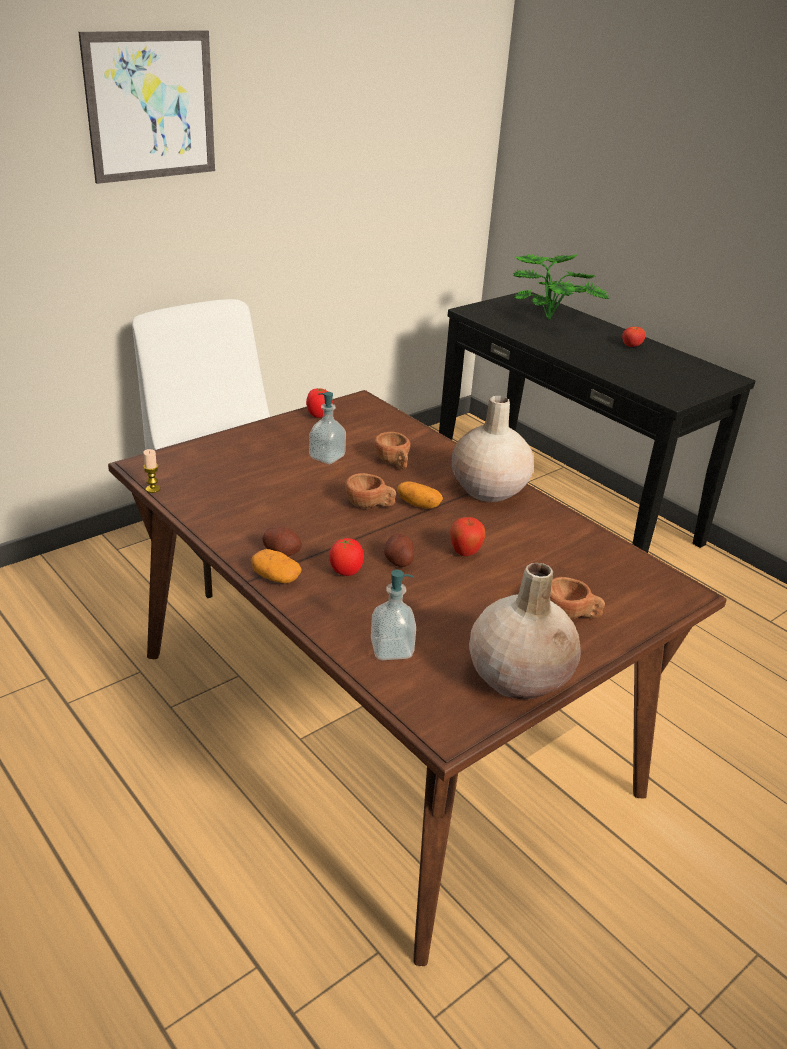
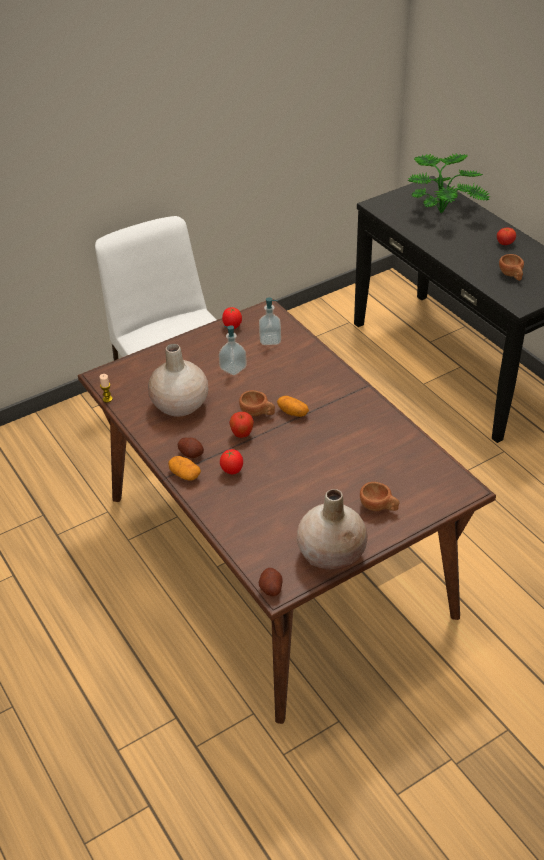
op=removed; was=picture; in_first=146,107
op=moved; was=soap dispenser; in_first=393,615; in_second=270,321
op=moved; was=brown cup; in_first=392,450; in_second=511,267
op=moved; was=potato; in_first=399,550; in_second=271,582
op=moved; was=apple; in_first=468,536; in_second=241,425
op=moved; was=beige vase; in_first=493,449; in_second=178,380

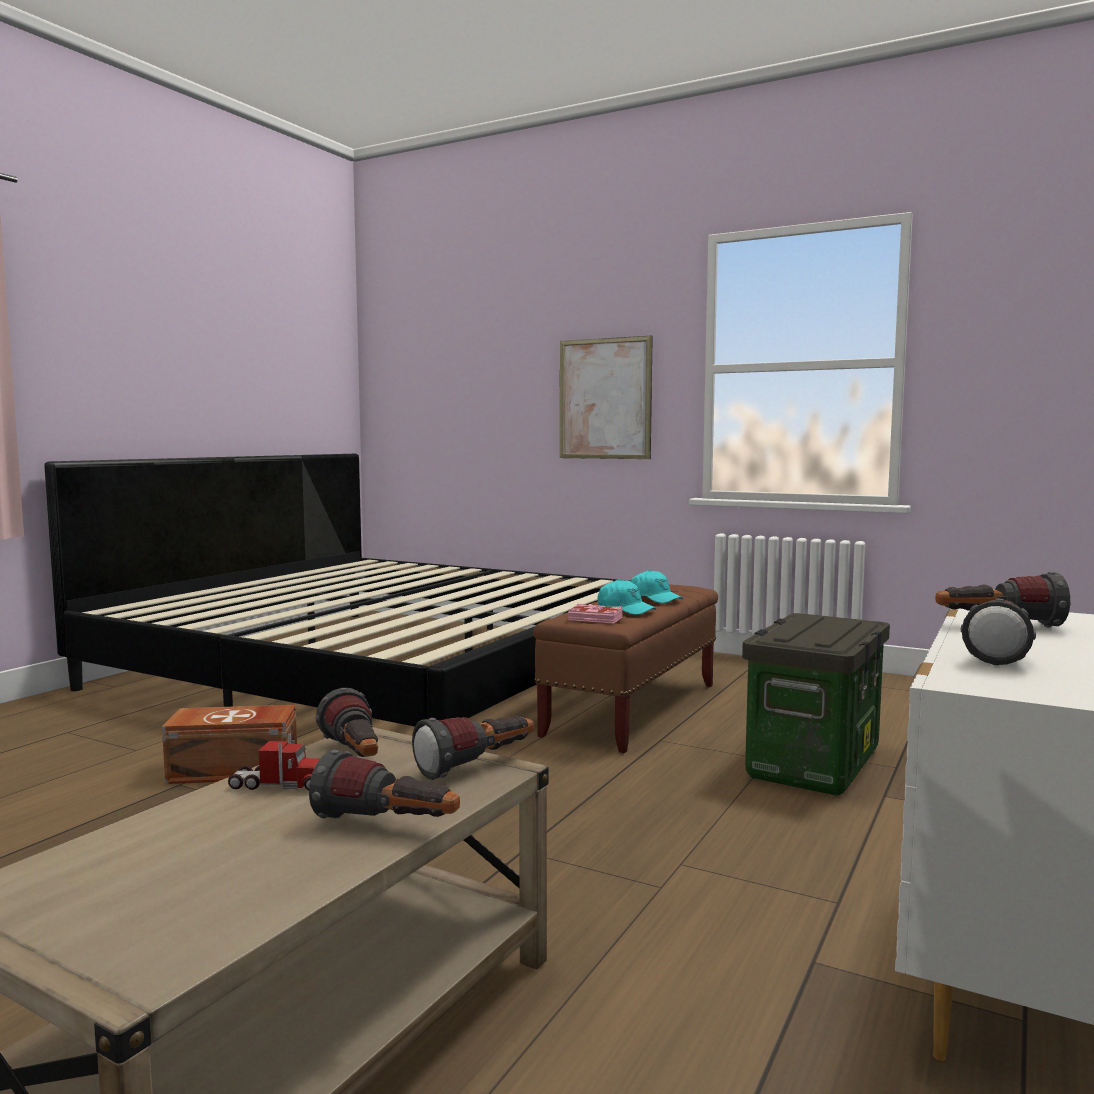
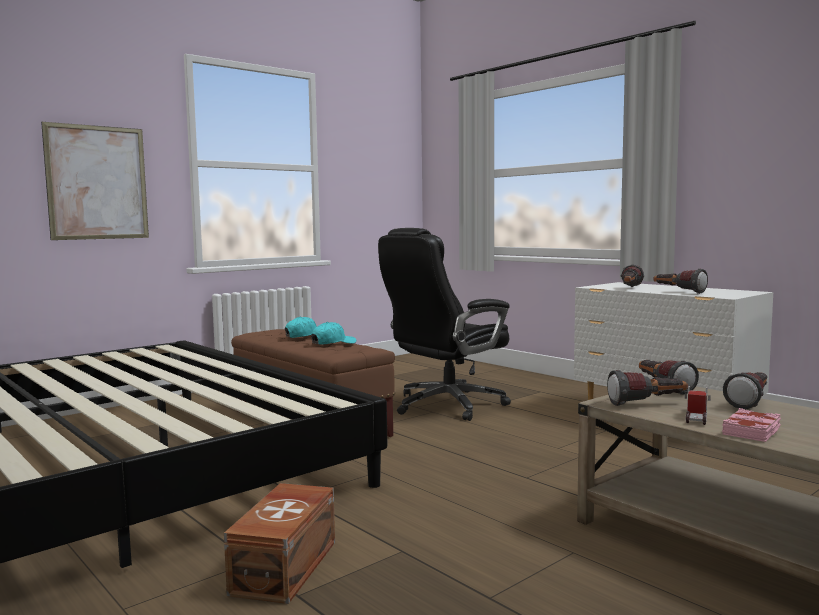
op=moved; was=pink book; in_first=595,614; in_second=751,425
op=replaced; was=storage box; now=black office chair; in_first=816,704; in_second=444,324

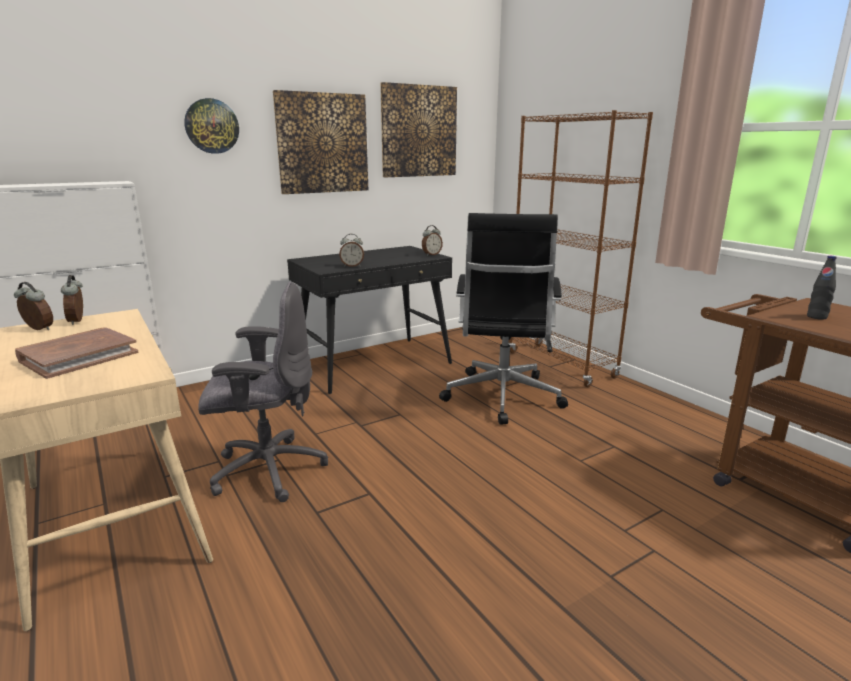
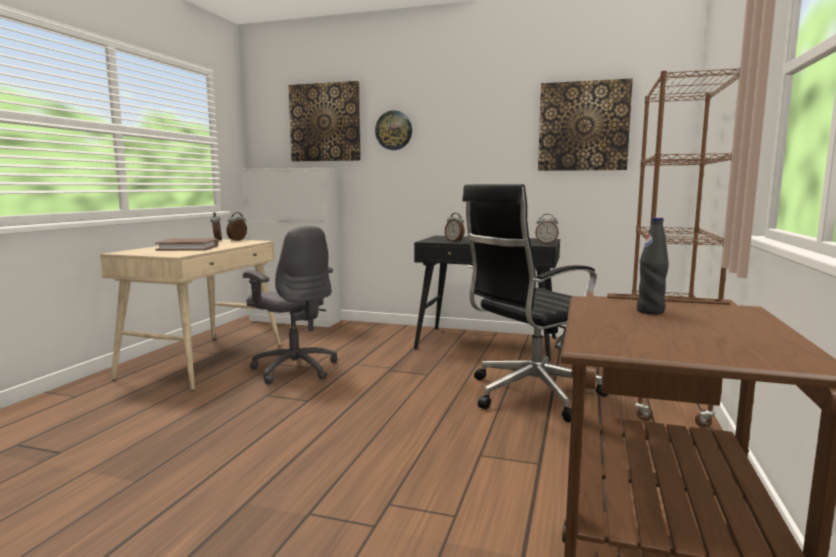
op=moved; was=picture; in_first=320,142; in_second=325,121

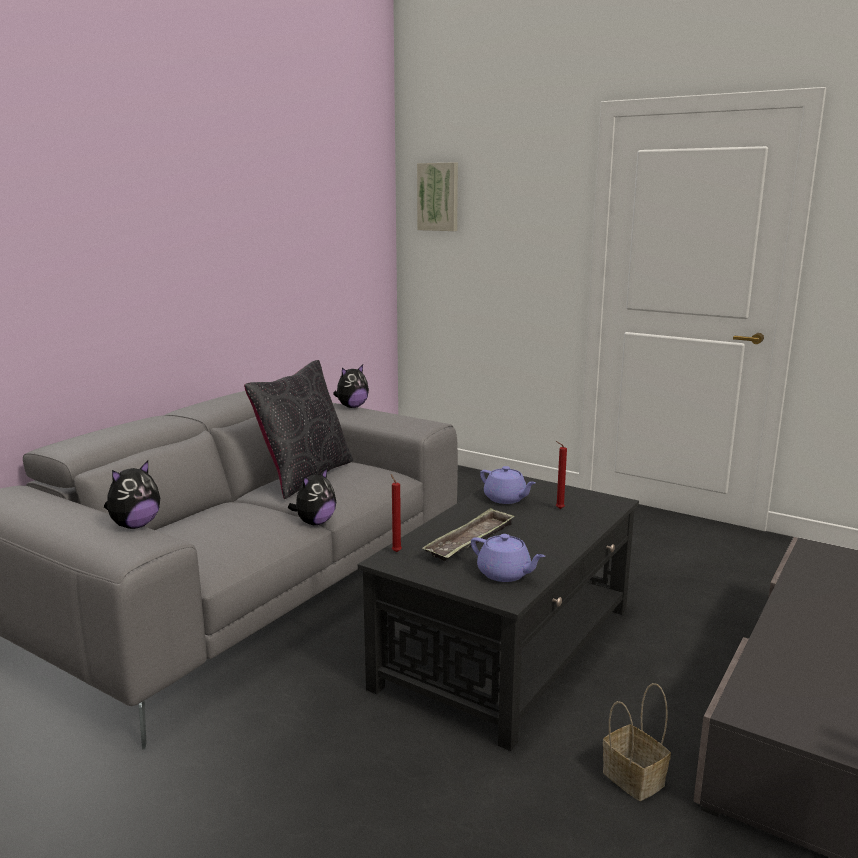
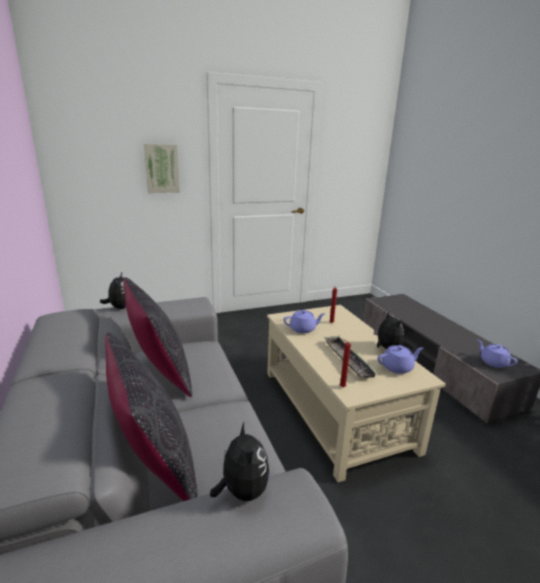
op=removed; was=basket; in_first=637,742
op=added; now=black pillow; in_second=151,417
op=added; now=purple teapot; in_second=497,353
op=moved; was=plush toy; in_first=312,496; in_second=389,330
op=moved; was=picture; in_first=437,196; in_second=162,168
op=recoloured; was=black coffee table; now=beige coffee table; in_first=498,613; in_second=356,393

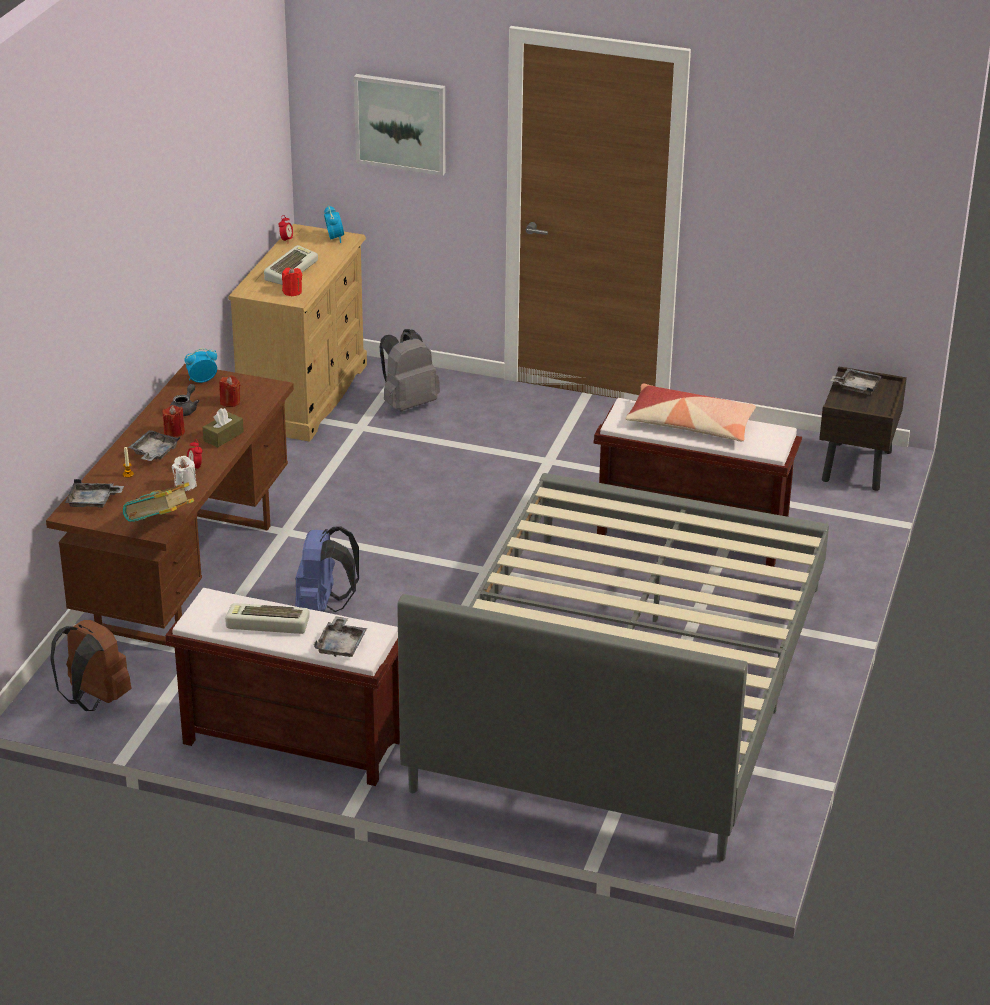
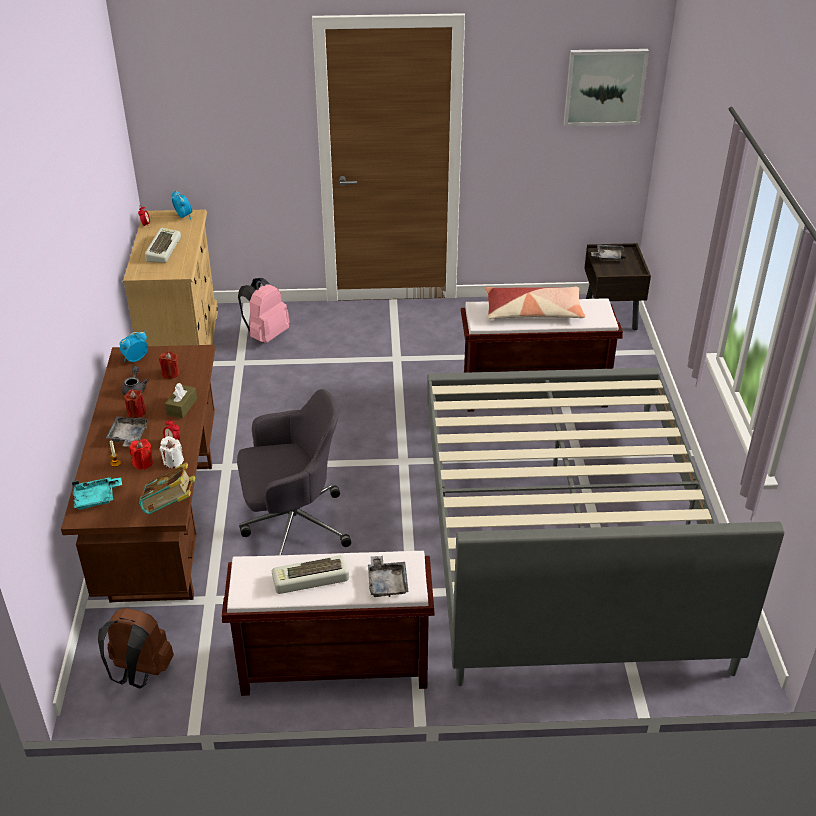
op=moved; was=red candle; in_first=292,282; in_second=141,454
op=moved; was=picture; in_first=399,125; in_second=606,87
op=replaced; was=blue backpack; now=grey office chair; in_first=327,569; in_second=294,472
op=recoloured; was=grey tray; now=turquoise tray; in_first=94,493; in_second=97,493
op=recoloured; was=grey backpack; now=pink backpack; in_first=410,370; in_second=263,310

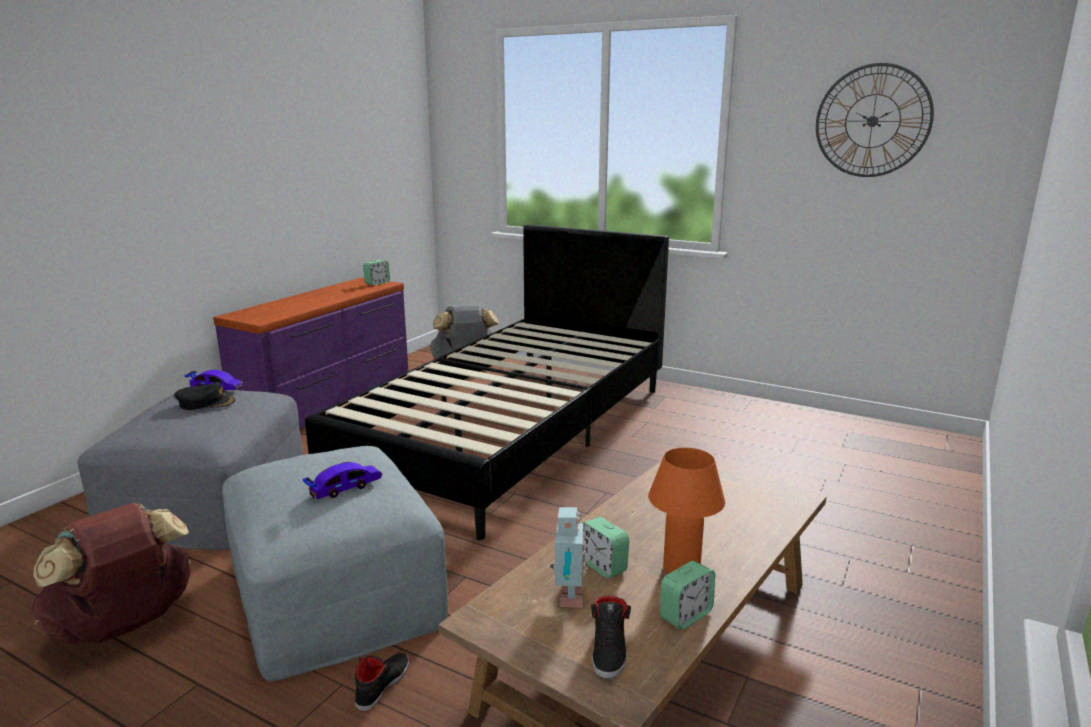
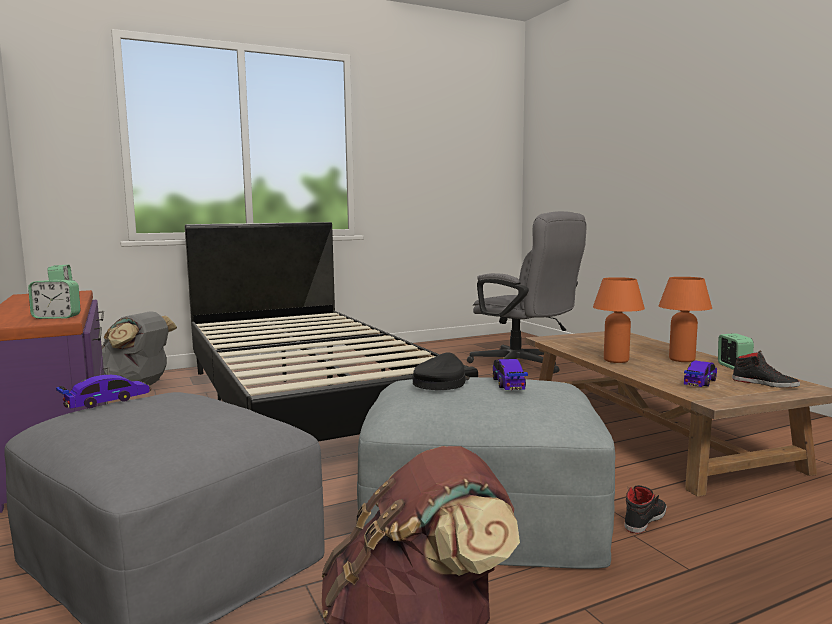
op=removed; was=wall clock; in_first=875,120
op=added; now=grey office chair; in_second=527,292
op=added; now=orange table lamp; in_second=619,320
op=moved; was=black cap; in_first=204,396; in_second=441,371
op=moved; was=alarm clock; in_first=606,547; in_second=54,299
op=replaced; was=toy robot; now=toy car; in_first=569,557; in_second=700,374
op=turned; was=black shoe; in_first=382,682; in_second=645,509; clockwise=75

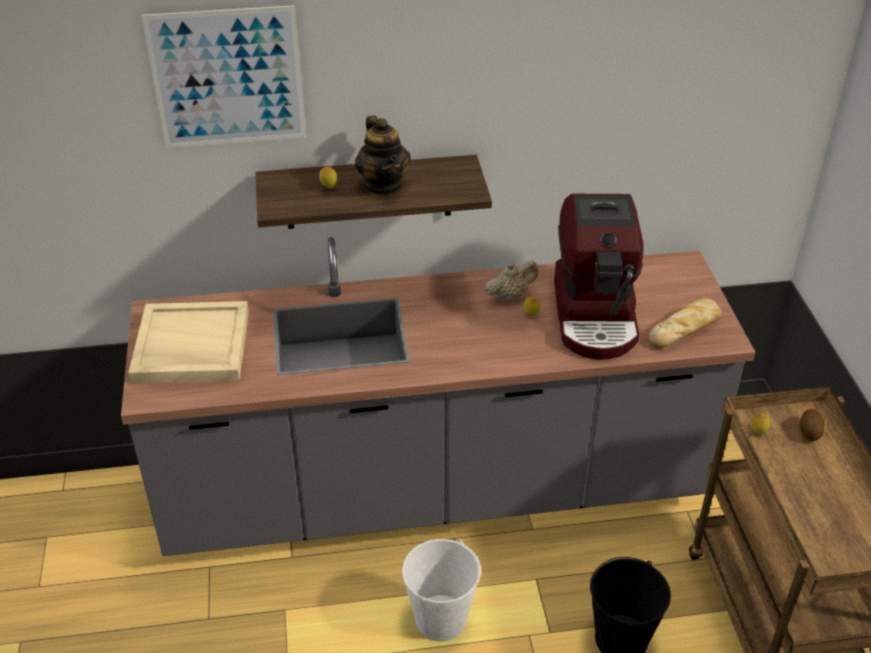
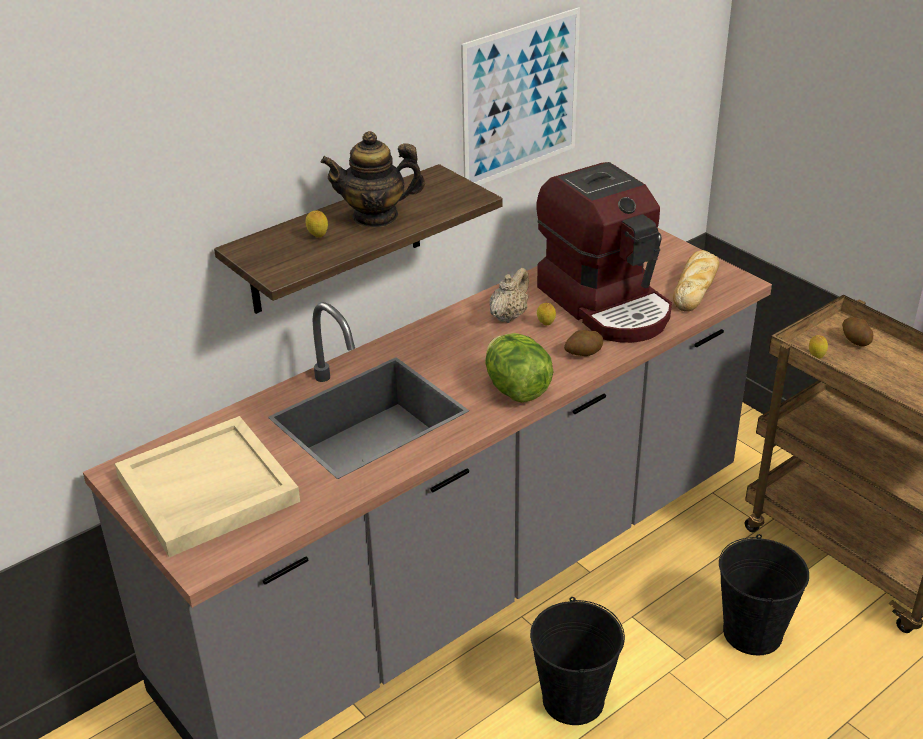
op=added; now=lettuce; in_second=519,367
op=added; now=potato; in_second=583,343
op=moved; was=picture; in_first=223,76; in_second=520,96
op=recoloured; was=white bucket; now=black bucket; in_first=441,590; in_second=577,661
op=turned; was=teapot; in_first=383,155; in_second=373,179; clockwise=135

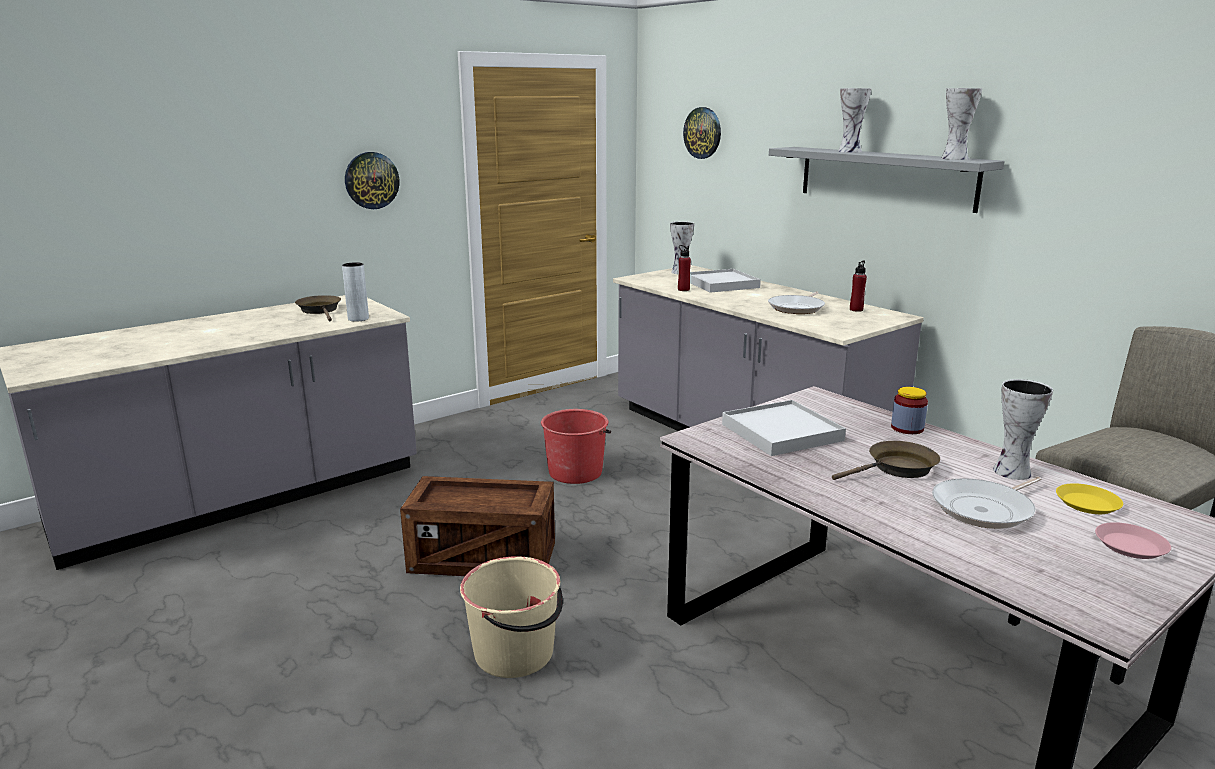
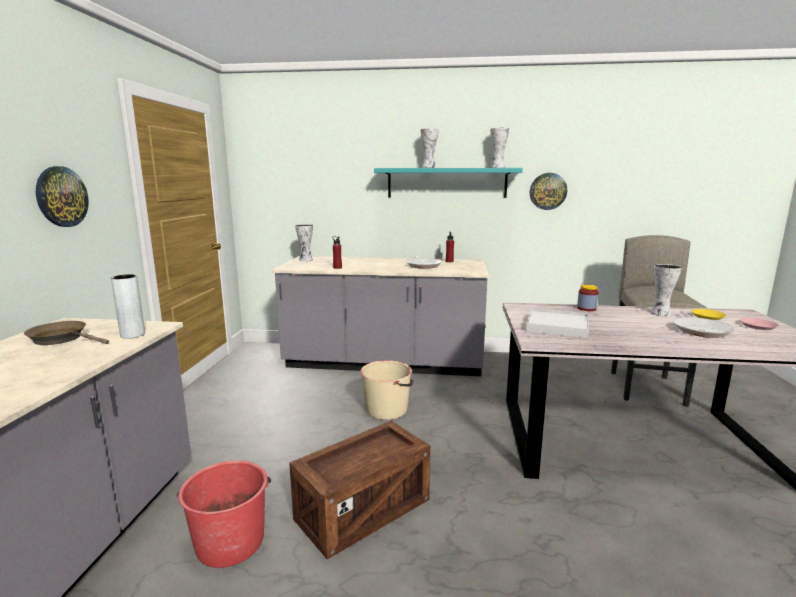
op=removed; was=white tray; in_first=725,281
op=removed; was=brown frying pan; in_first=886,460
op=moved; was=beige bucket; in_first=511,617; in_second=386,390
op=moved; was=red bucket; in_first=576,446; in_second=224,514
op=moved; was=wall clock; in_first=702,133; in_second=548,191
op=recoloured; was=grey shelf; now=turquoise shelf; in_first=887,180; in_second=448,183

